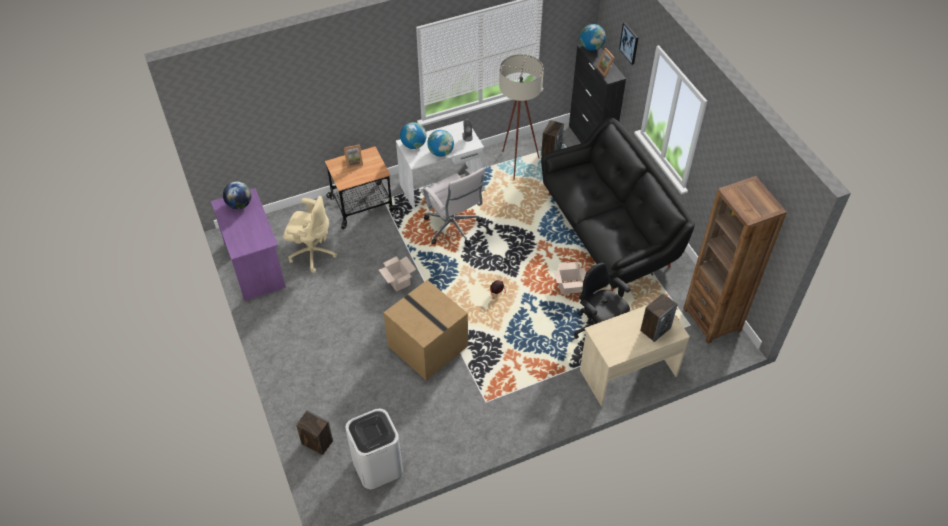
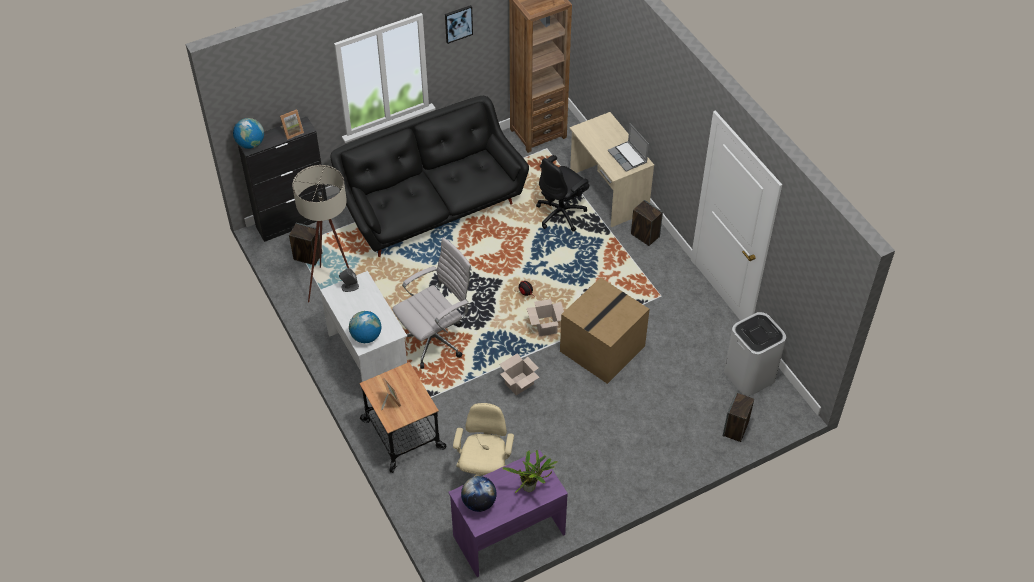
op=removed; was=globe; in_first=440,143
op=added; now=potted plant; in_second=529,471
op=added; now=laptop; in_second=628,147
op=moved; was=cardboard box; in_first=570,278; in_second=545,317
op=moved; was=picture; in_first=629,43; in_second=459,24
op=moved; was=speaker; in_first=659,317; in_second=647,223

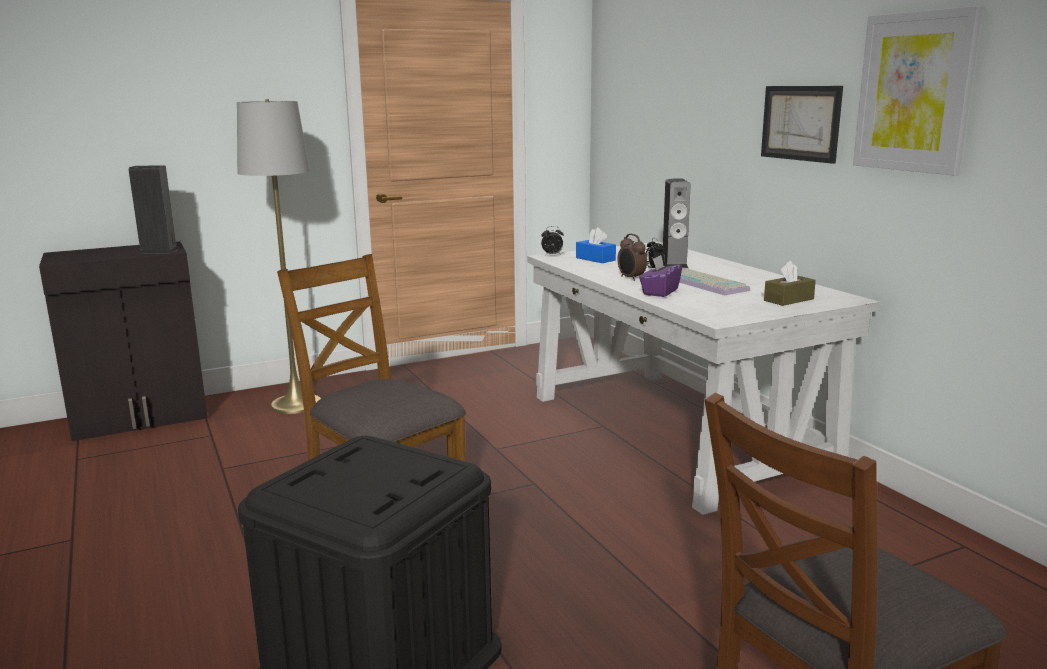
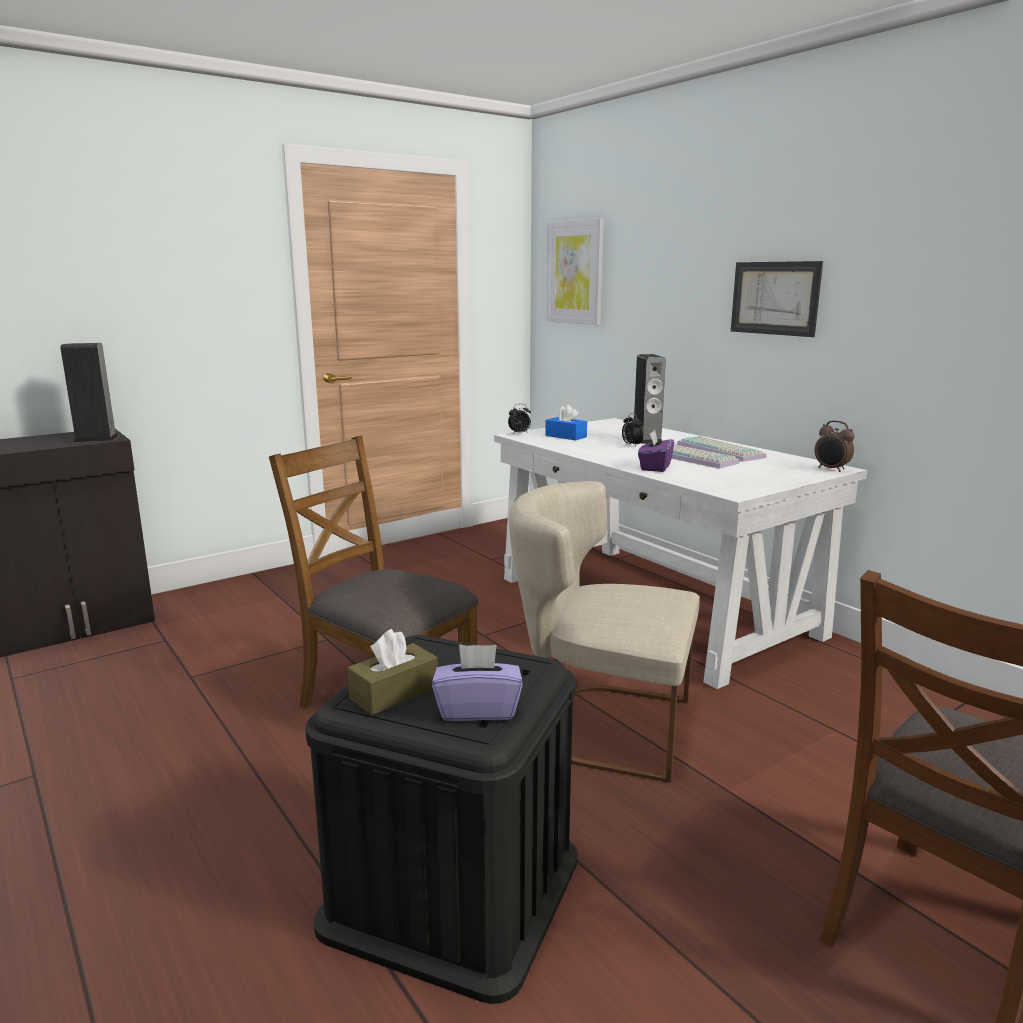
op=removed; was=grey floor lamp; in_first=279,256
op=added; now=purple tissue box; in_second=477,682
op=added; now=beige chair; in_second=604,632
op=added; now=keyboard; in_second=722,449
op=moved; was=alarm clock; in_first=632,257; in_second=835,446
op=moved; was=brown tissue box; in_first=790,283; in_second=392,672
op=moved; was=picture; in_first=917,91; in_second=575,271

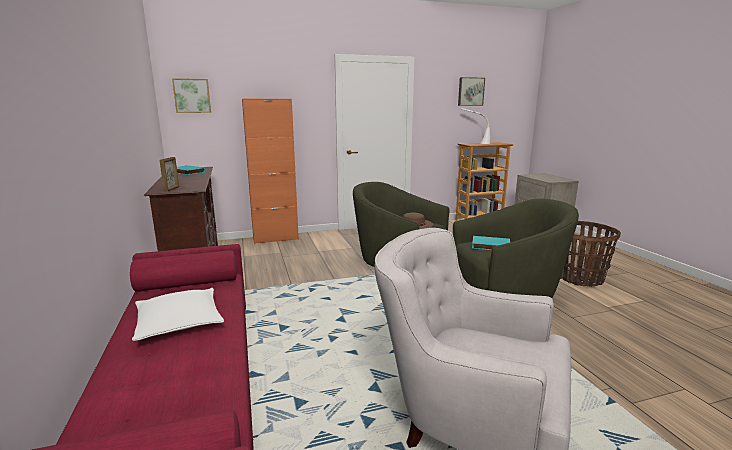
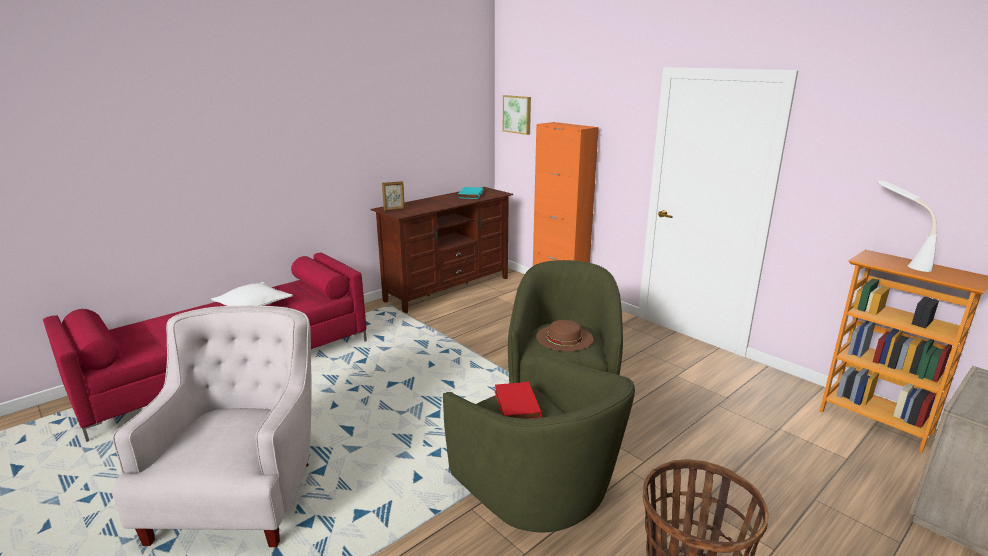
op=removed; was=picture; in_first=471,91
op=recoloured; was=turquoise book; now=red book; in_first=491,243; in_second=518,400

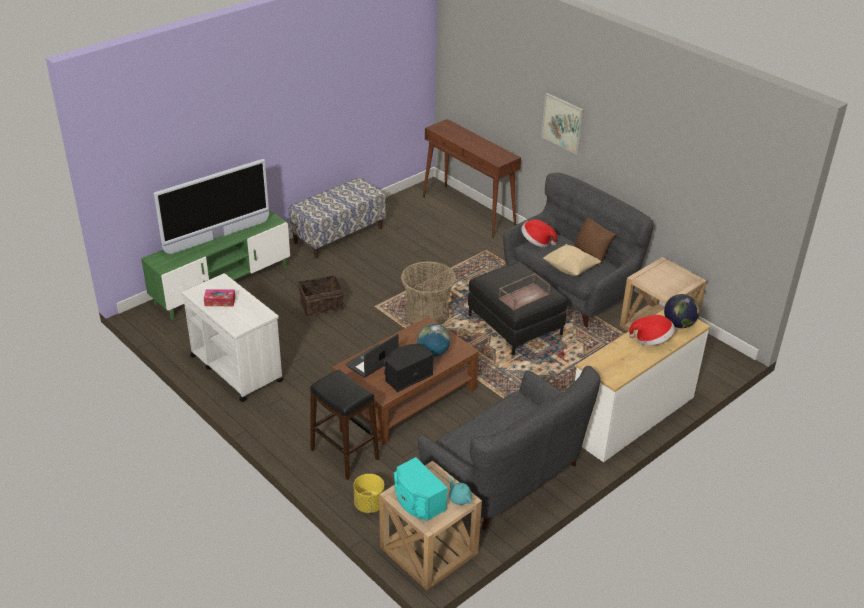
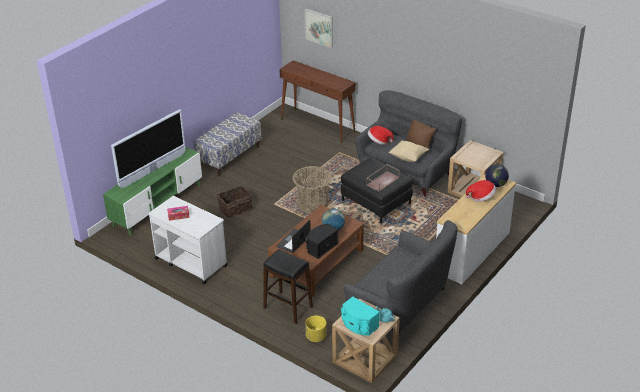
op=moved; was=picture; in_first=563,124; in_second=318,28

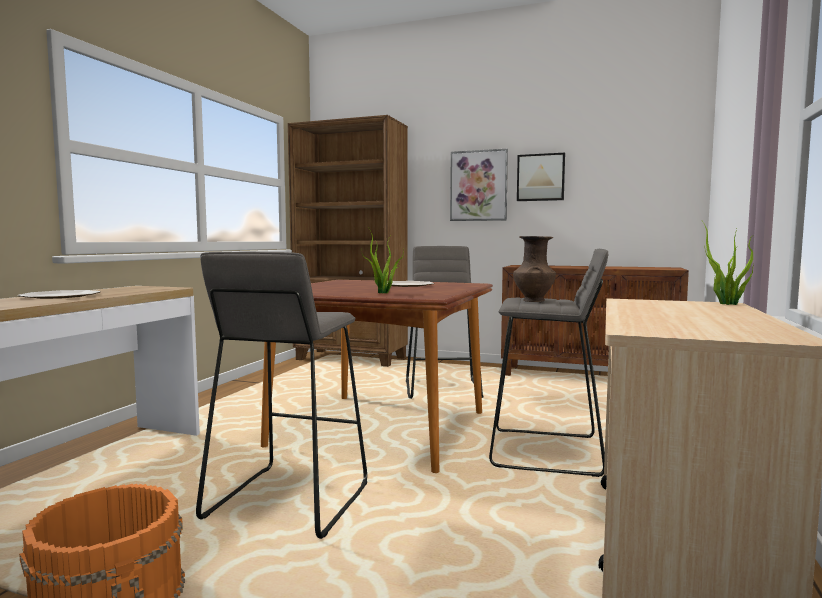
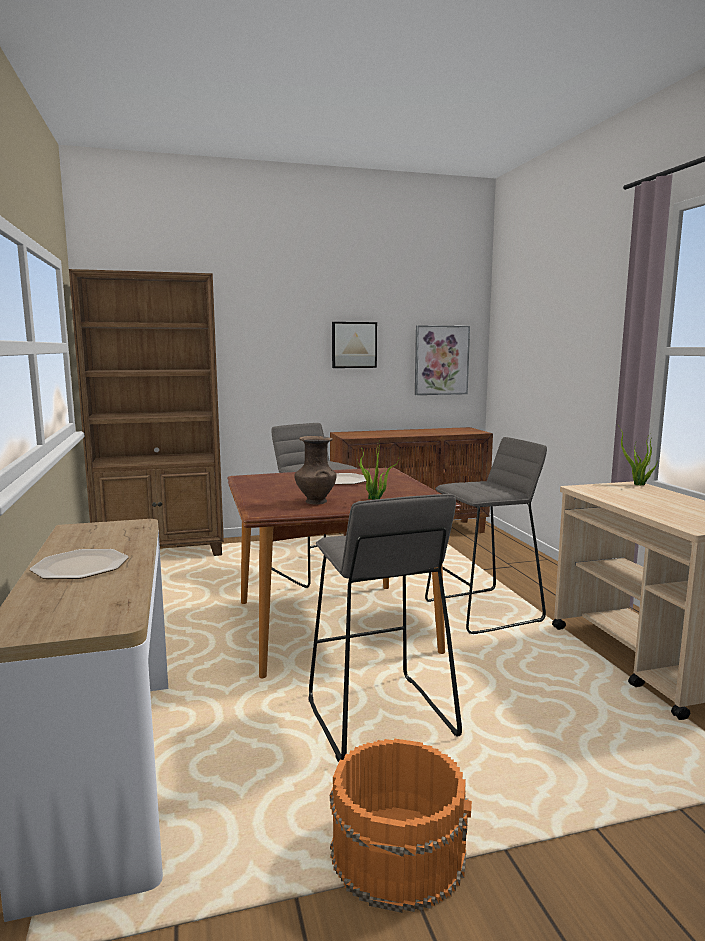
op=moved; was=picture; in_first=479,184; in_second=442,360
op=moved; was=brown vase; in_first=534,269; in_second=315,470

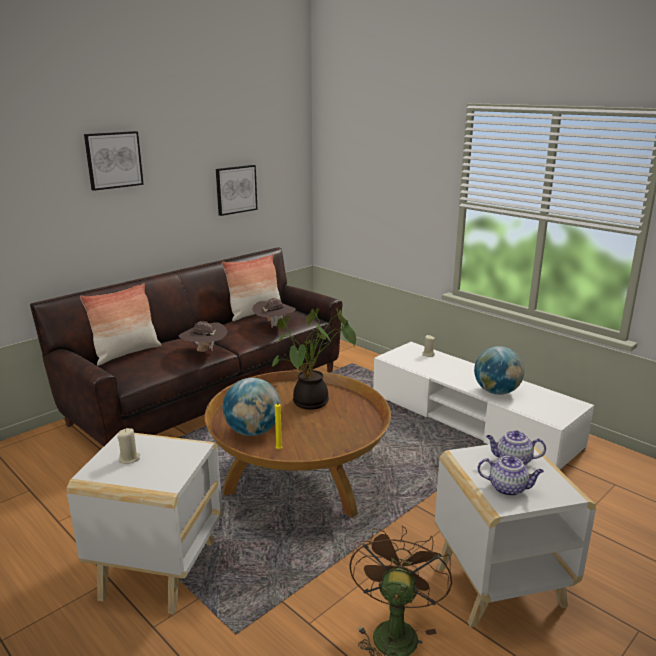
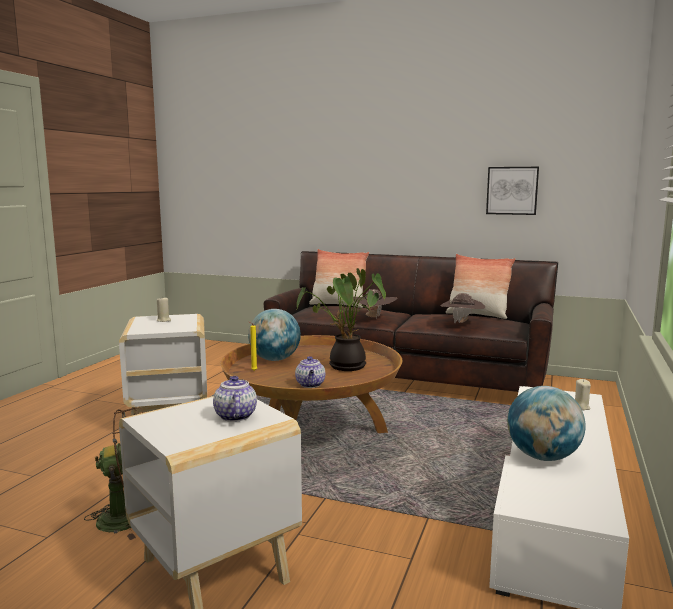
op=removed; was=picture; in_first=114,161
op=moved; was=teapot; in_first=511,476; in_second=310,372

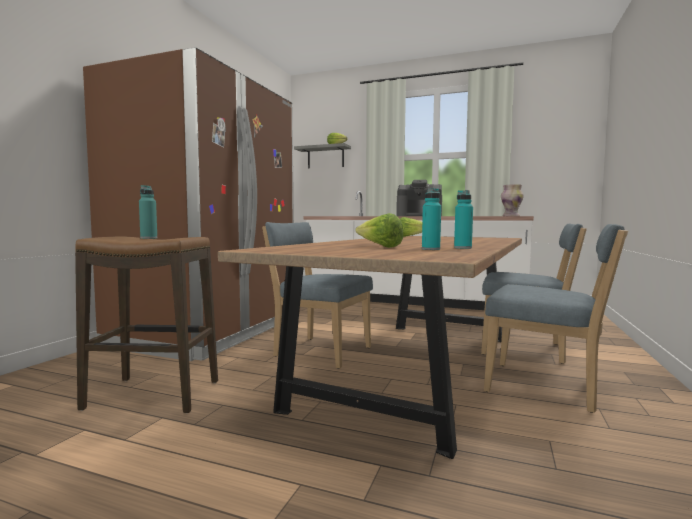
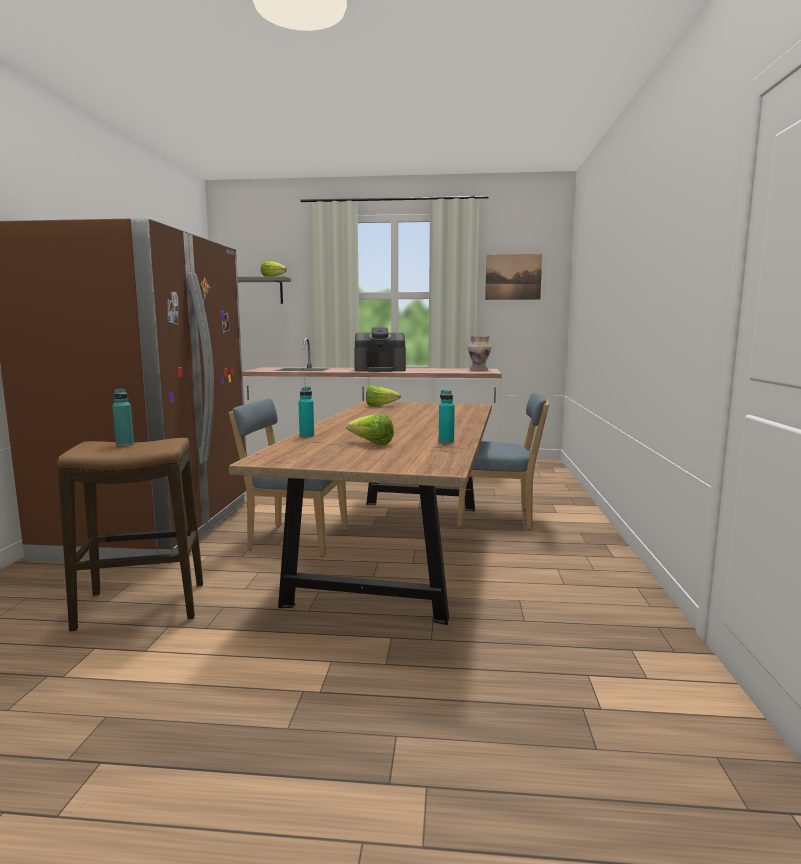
op=removed; was=blue chair; in_first=556,318
op=added; now=picture; in_second=513,277
op=moved; was=turquoise bottle; in_first=431,219; in_second=306,411

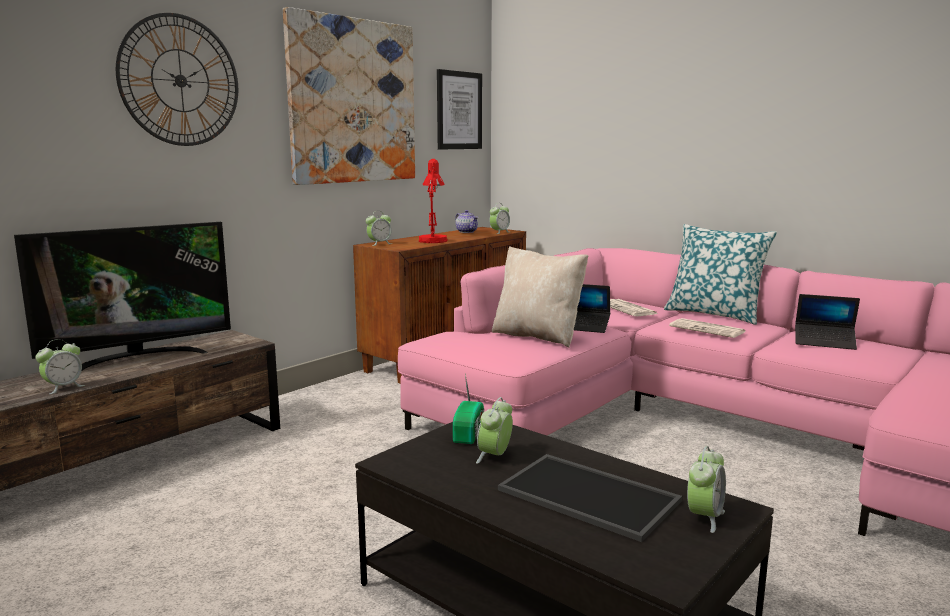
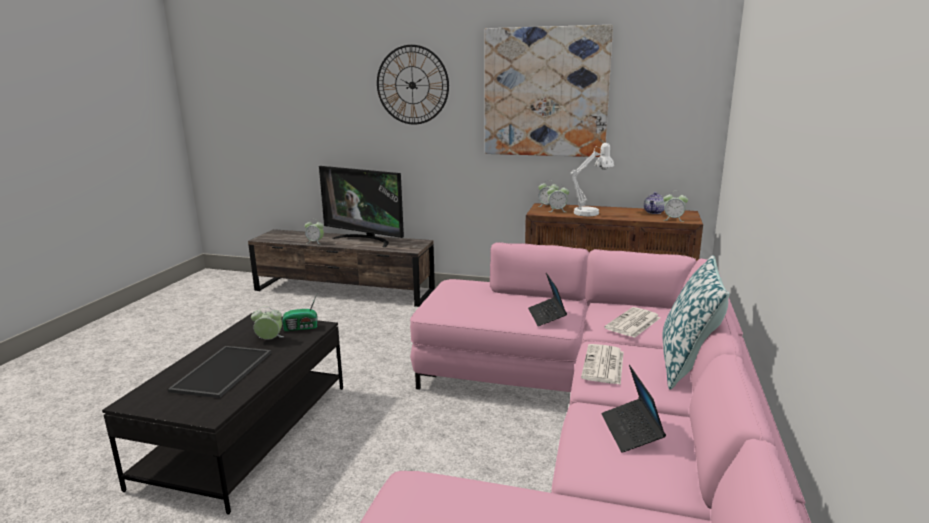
op=removed; was=picture; in_first=459,109
op=removed; was=beige pillow; in_first=540,297
op=moved; was=alarm clock; in_first=706,489; in_second=558,199
op=recoloured; was=red table lamp; now=white table lamp; in_first=433,201; in_second=592,179

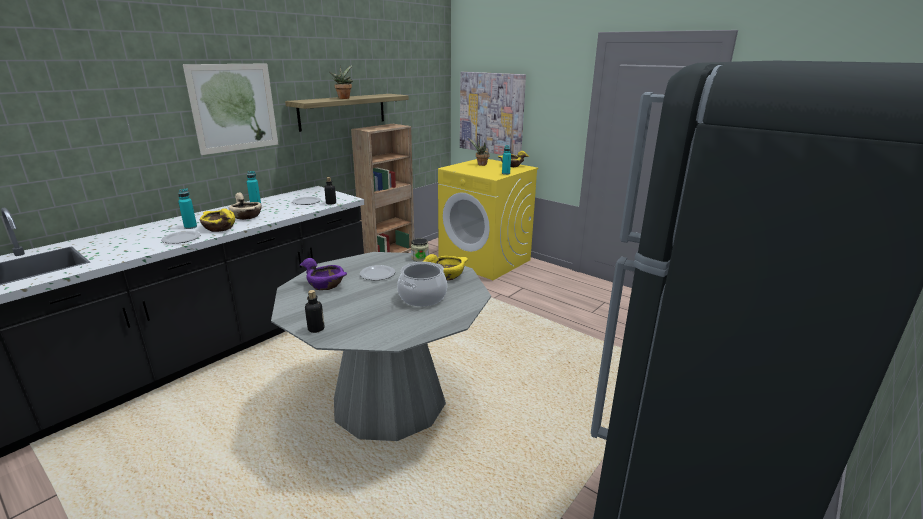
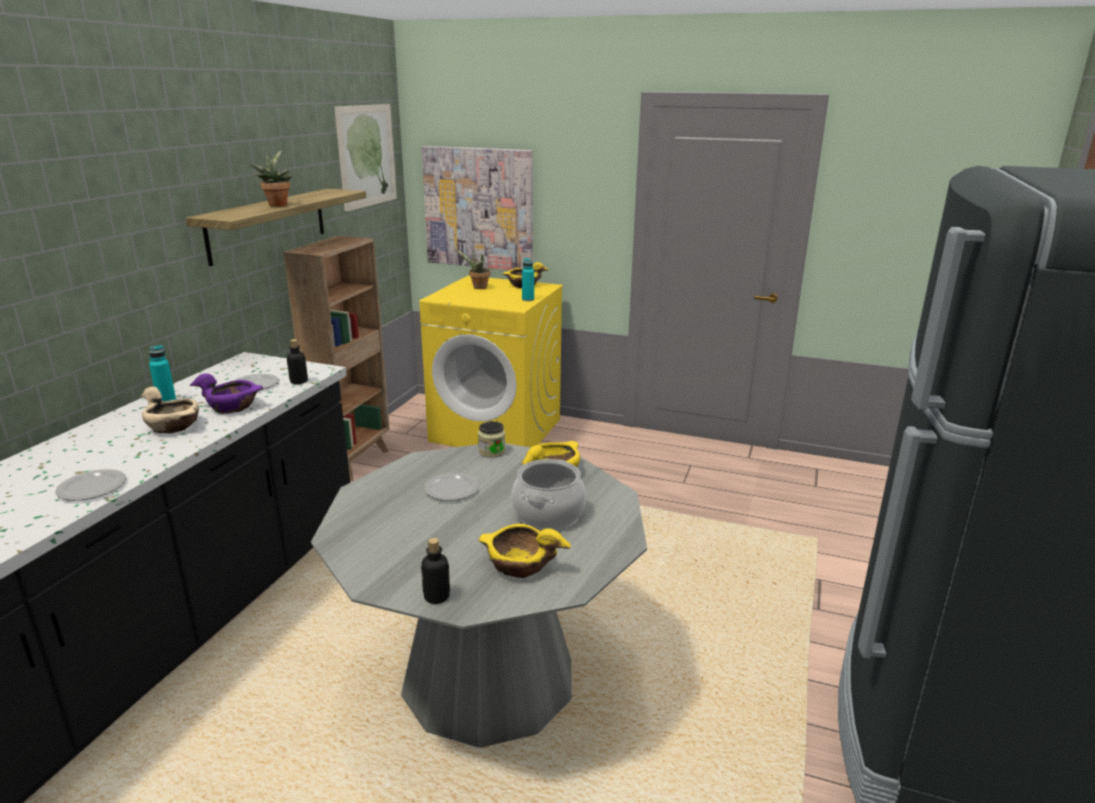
op=removed; was=turquoise bottle; in_first=187,209
op=moved; was=picture; in_first=230,109; in_second=366,158
op=moved; was=yellow bowl; in_first=217,220; in_second=525,551
op=moved; was=purple bowl; in_first=323,274; in_second=226,393

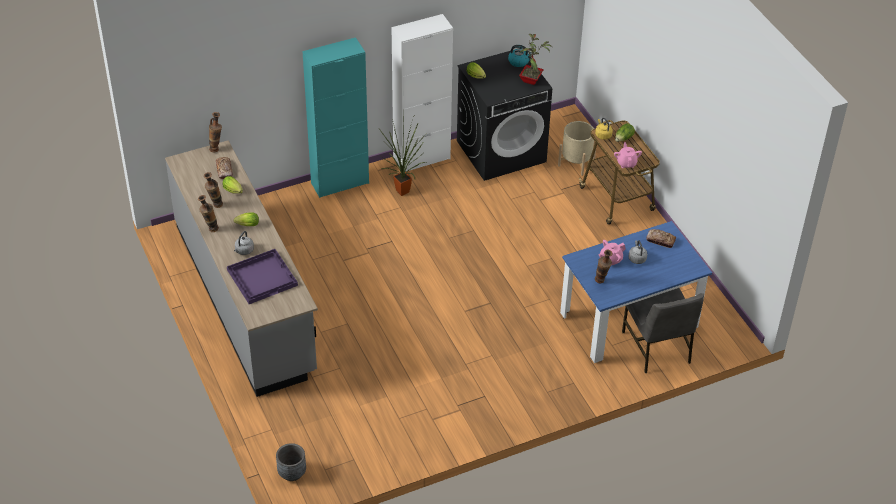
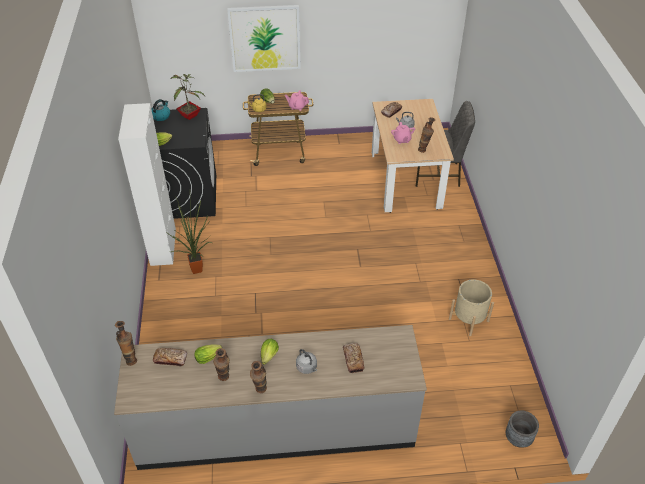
op=removed; was=turquoise cabinet; in_first=335,117
op=added; now=picture; in_second=264,38
op=moved; was=beige planter; in_first=577,148; in_second=471,307
op=replaced; was=purple tray; now=bread; in_first=262,276; in_second=353,358
op=recoloured; was=blue dining table; now=beige dining table; in_first=636,292; in_second=413,156

